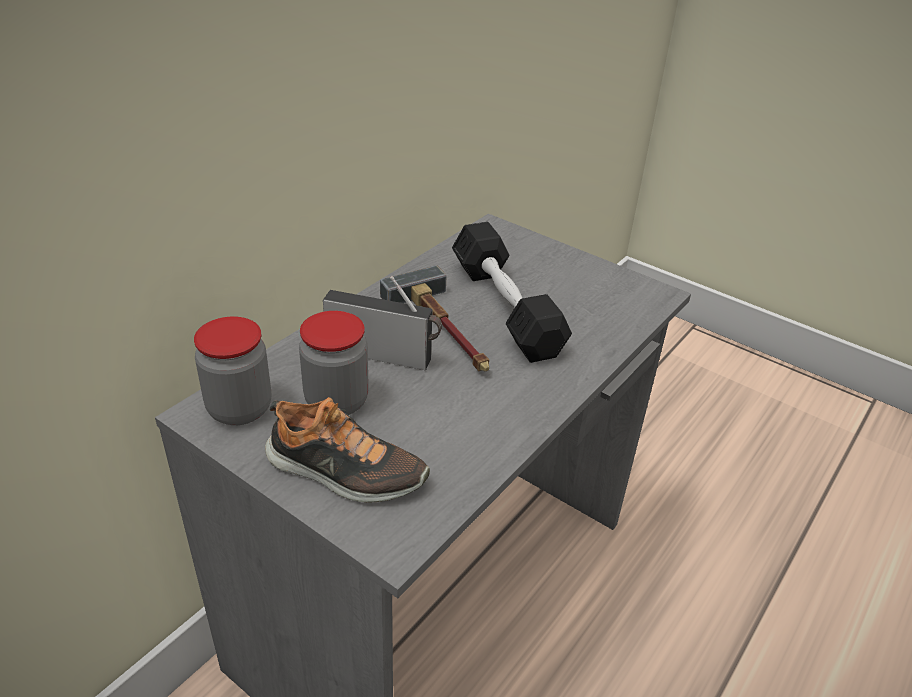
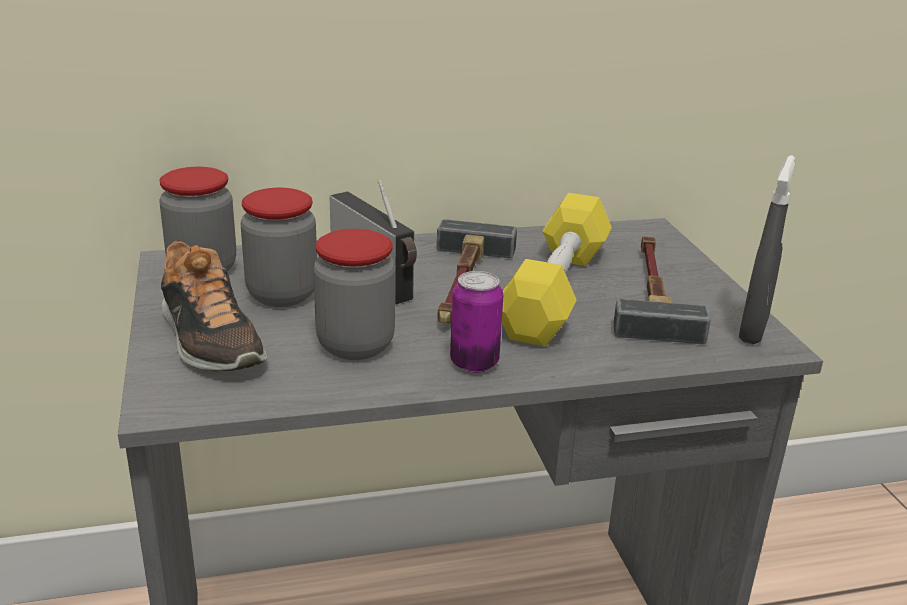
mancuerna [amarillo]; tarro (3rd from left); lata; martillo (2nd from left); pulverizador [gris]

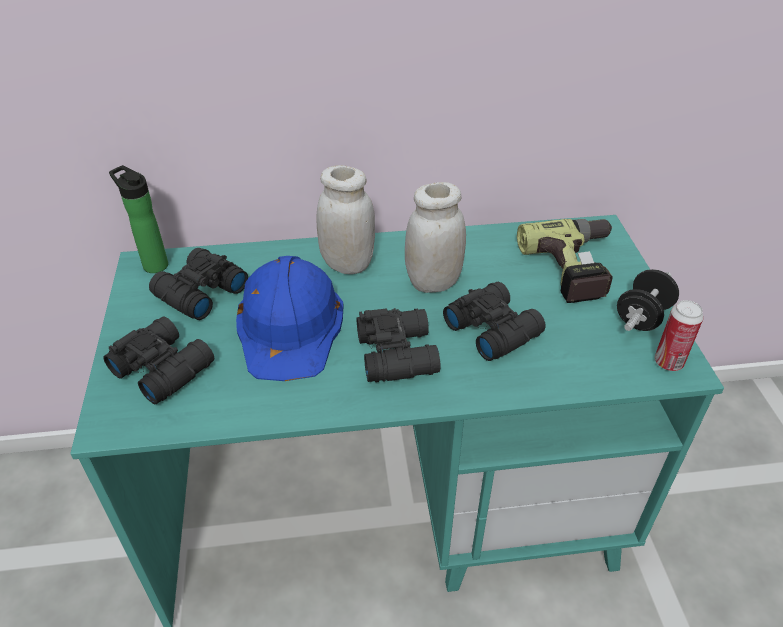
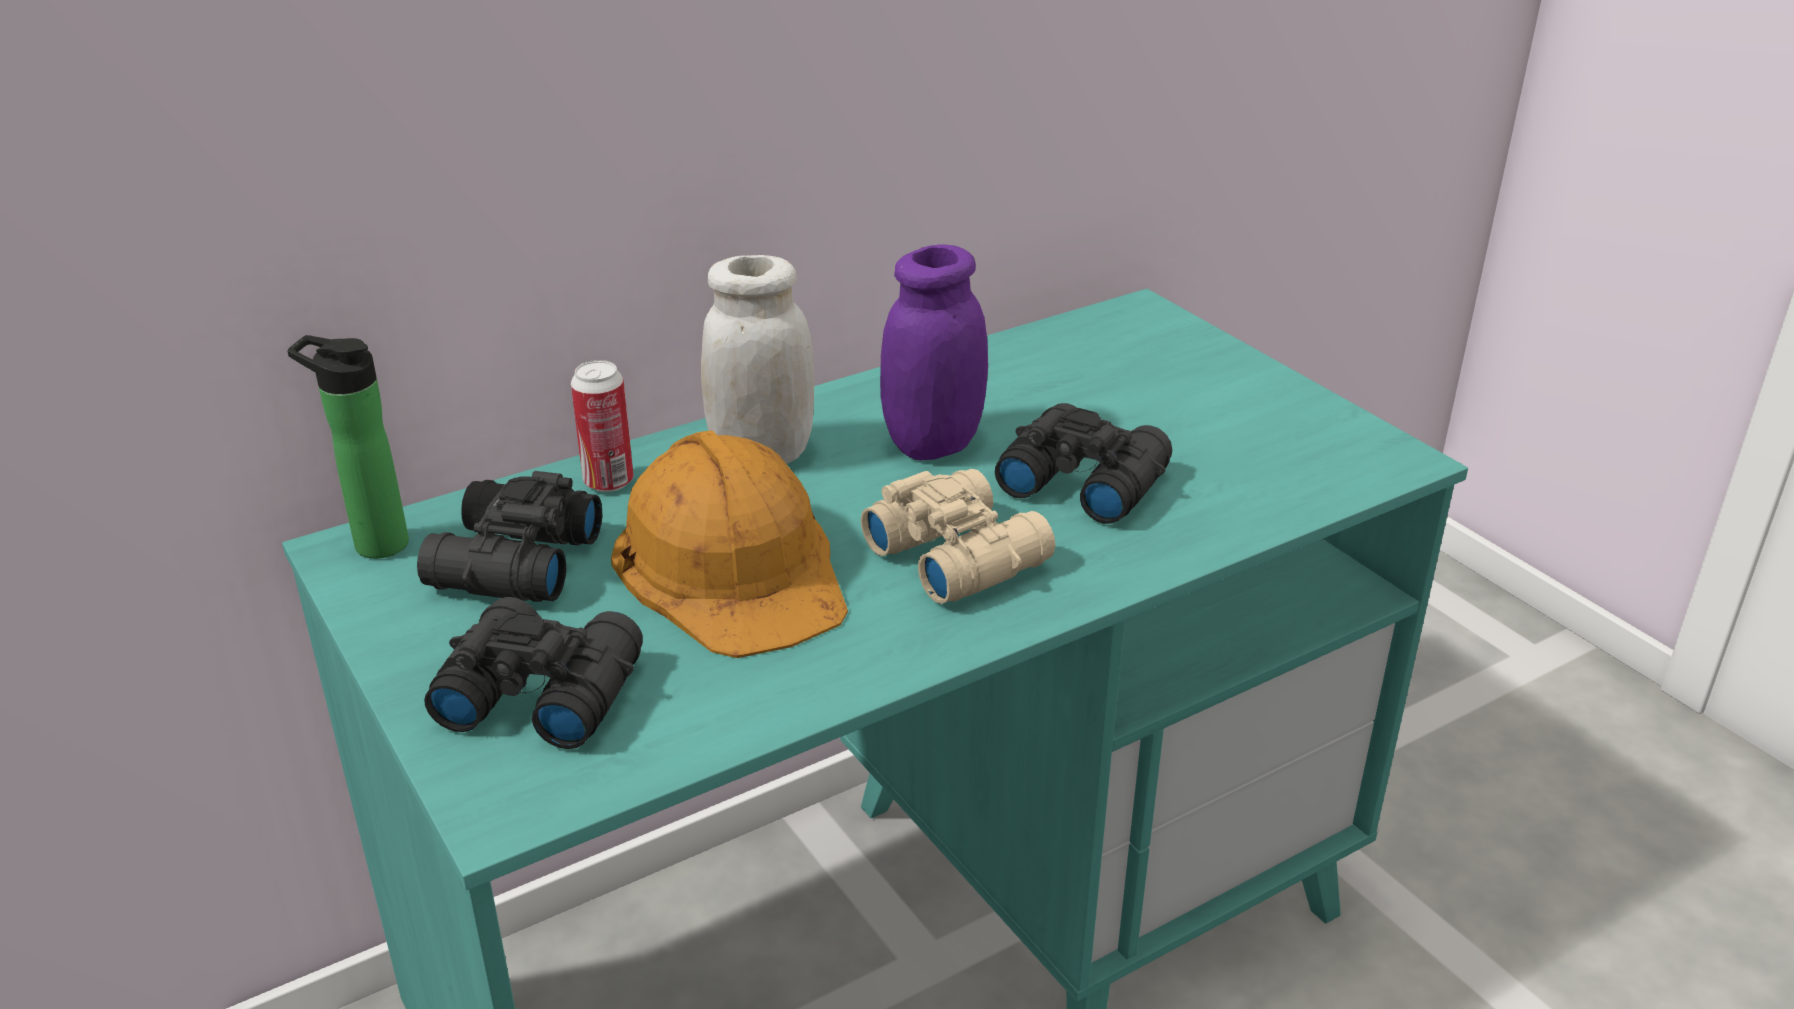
casco [naranja]; prismáticos [beis]; tarro [morado]; taladro; mancuerna [negro]; lata

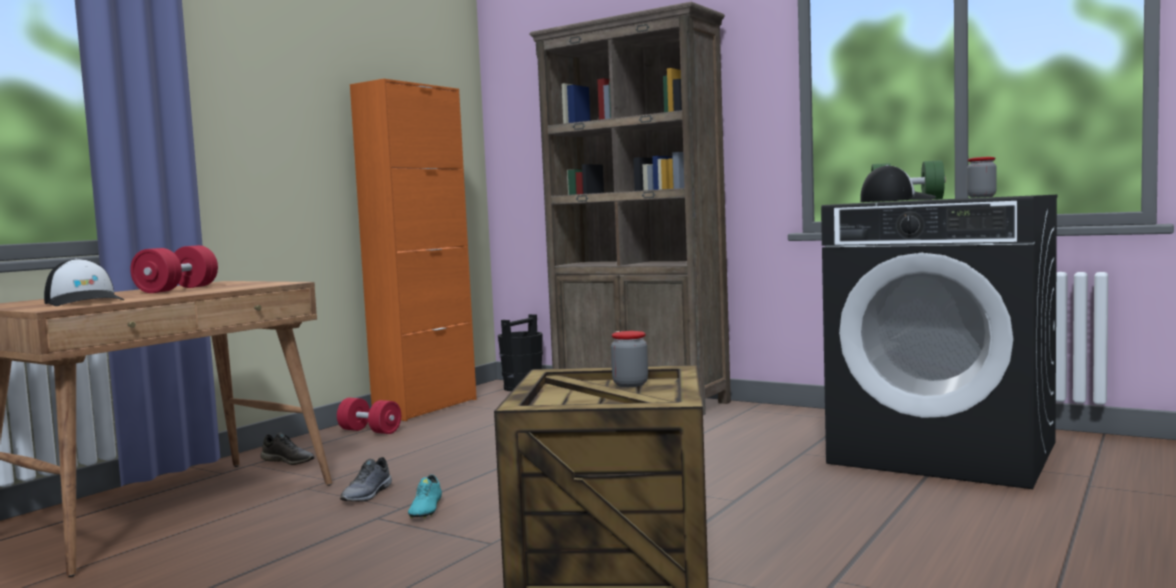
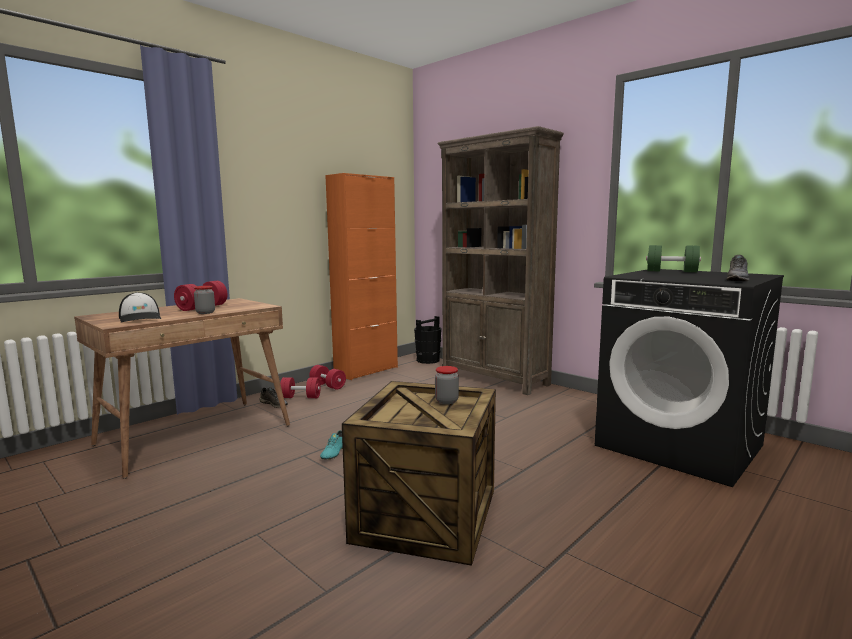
zapato [gris] (2nd from left); gorra (2nd from left in the first image); tarro (1st from left); mancuerna [rojo] (2nd from left)

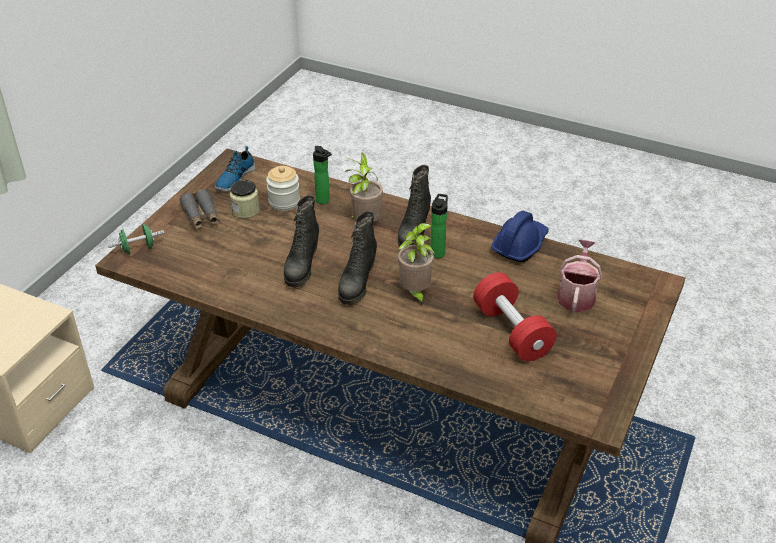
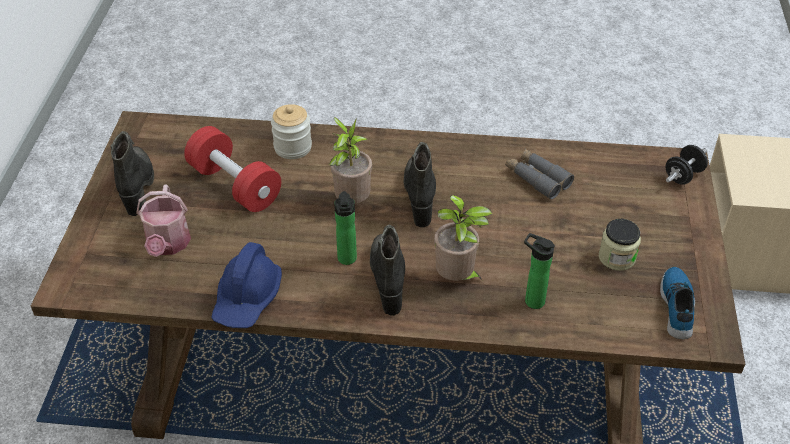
mancuerna [negro]; prismáticos [gris]; tarro (1st from left); bota [negro] (1st from left)

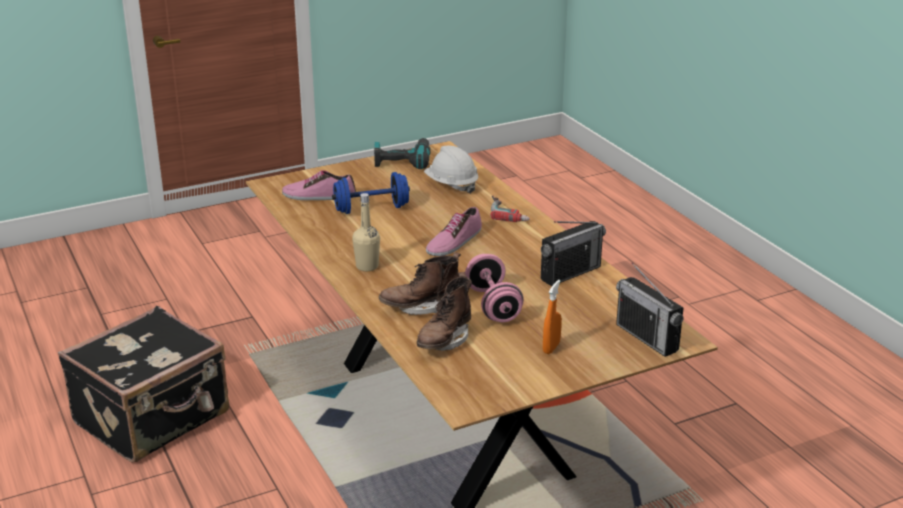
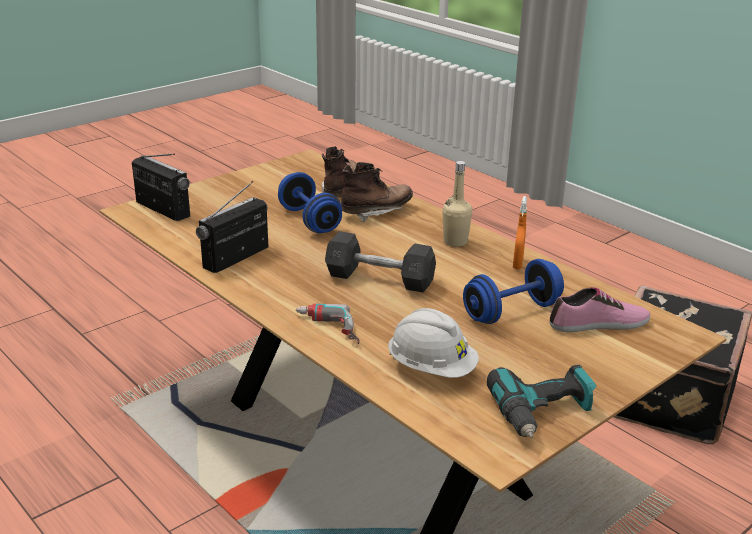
mancuerna [gris]; mancuerna [azul] (1st from left); pulverizador [naranja]

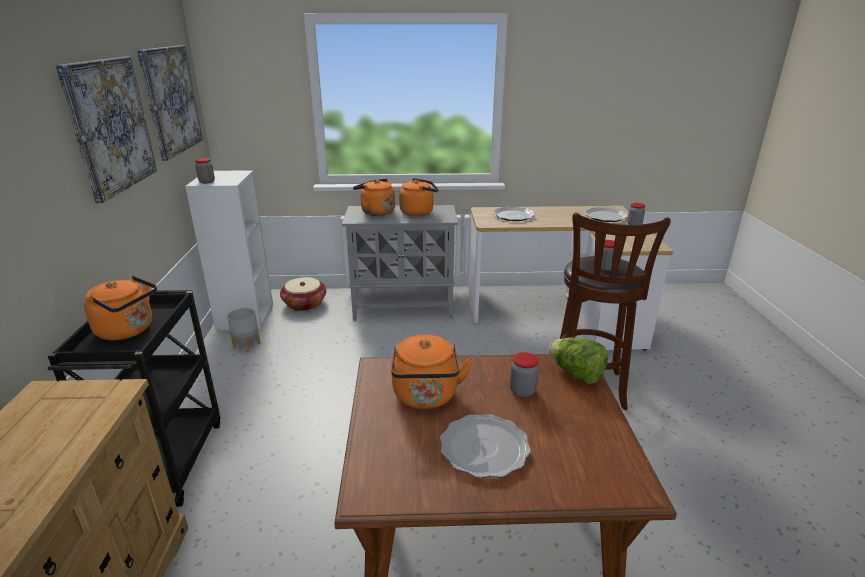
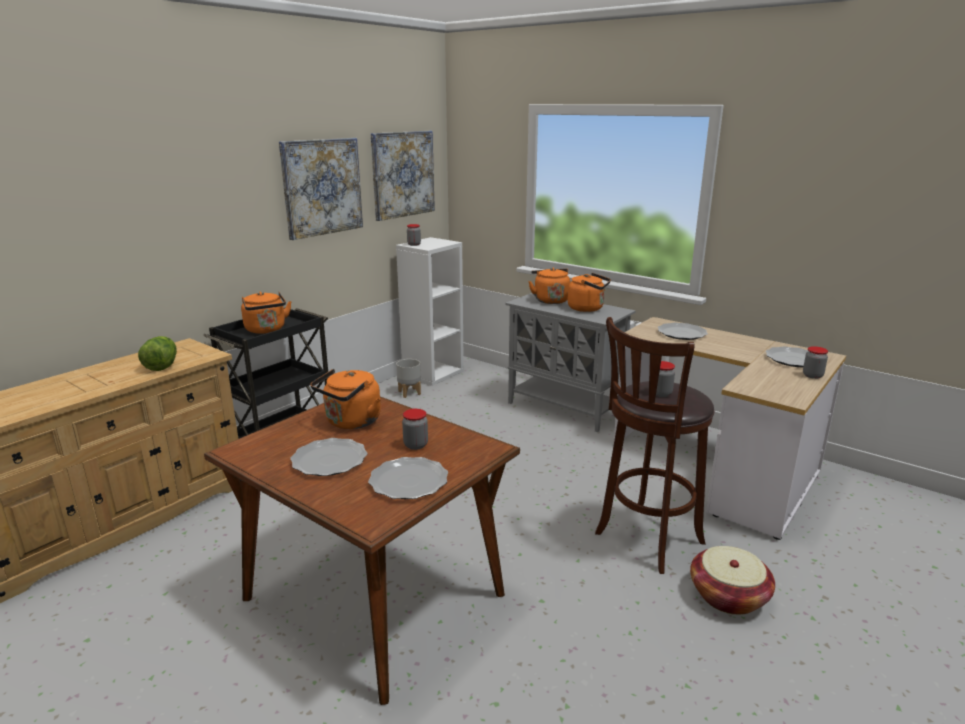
cesta; lechuga; plato (2nd from left)

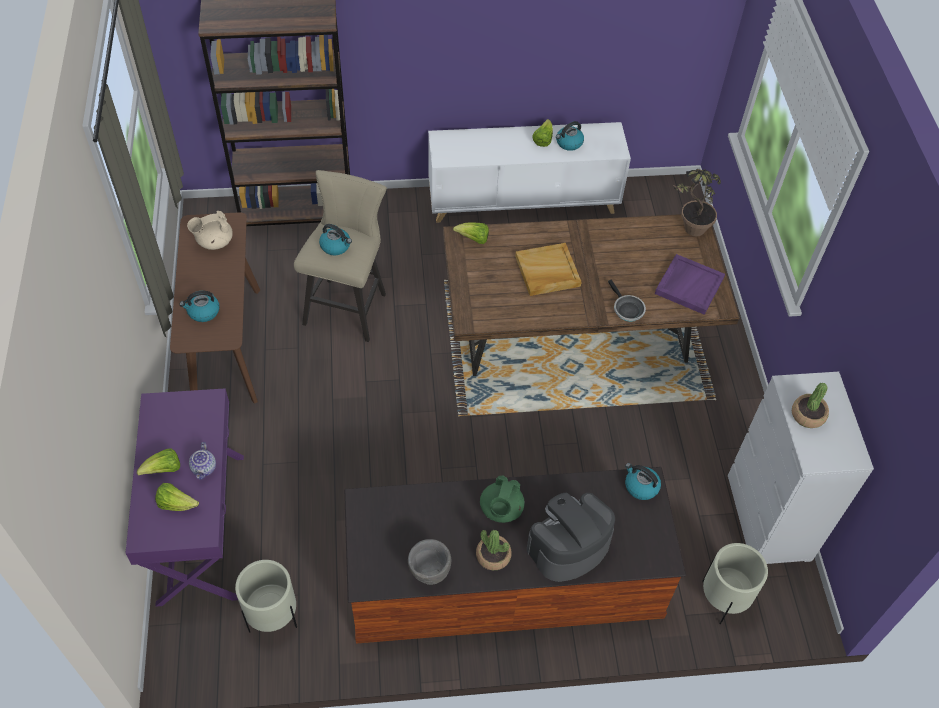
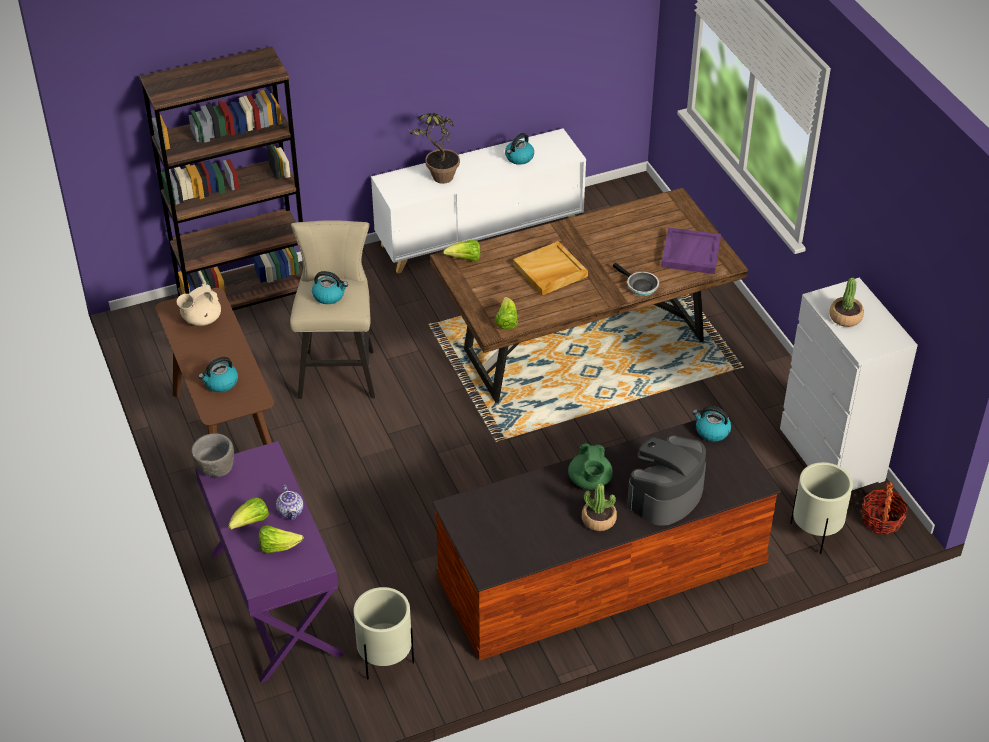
cuenco [gris]; lechuga (4th from left); planta en maceta (1st from left); cesta

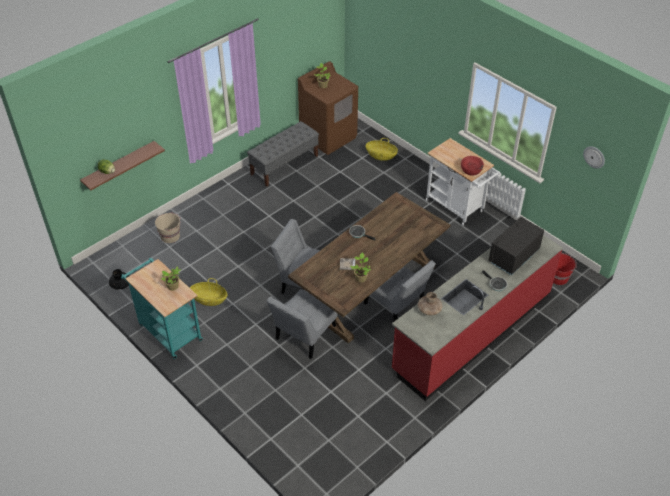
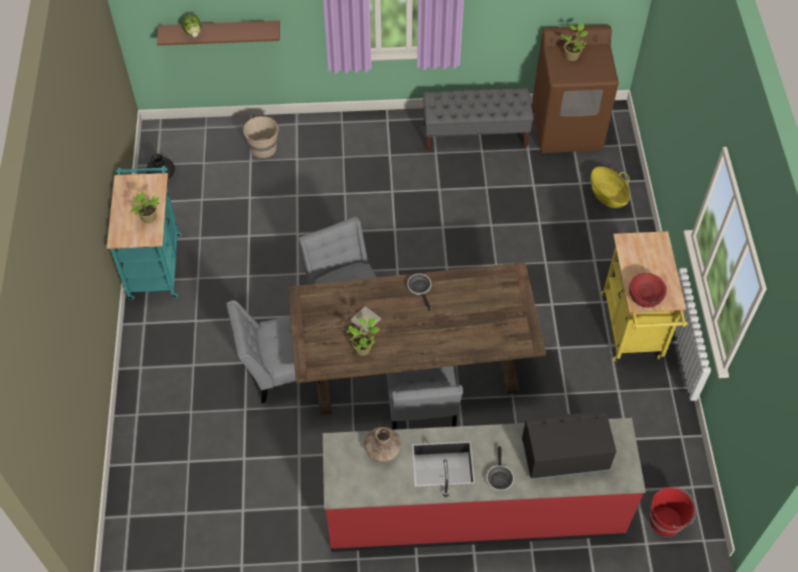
cesta (1st from left in the first image); carrito [amarillo]; reloj de pared

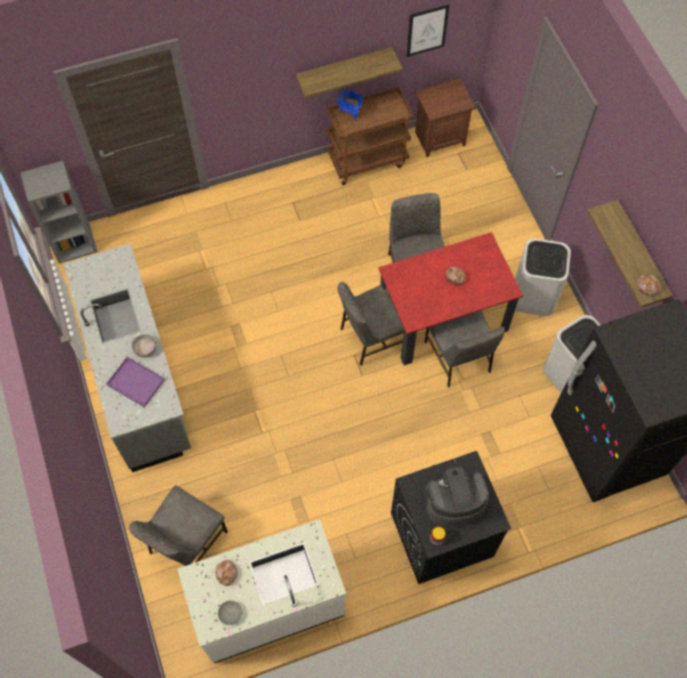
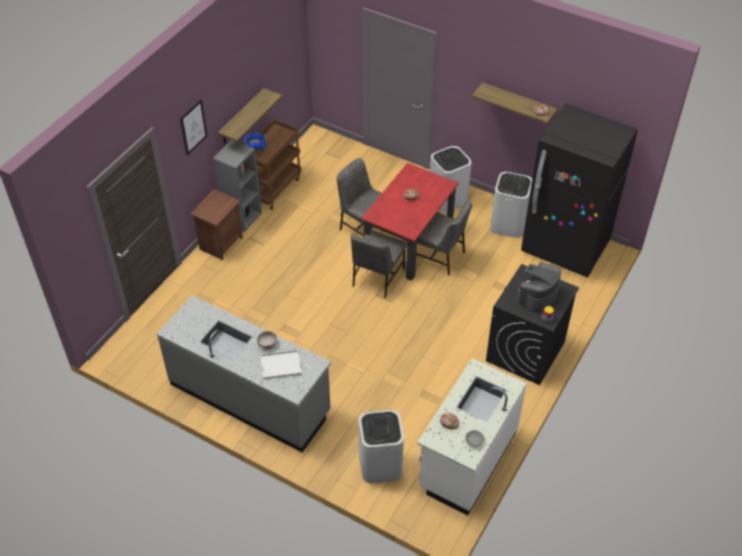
estantería [gris]; bandeja [blanco]; papelera [blanco] (1st from left); cuadro; mesita de noche [marrón]

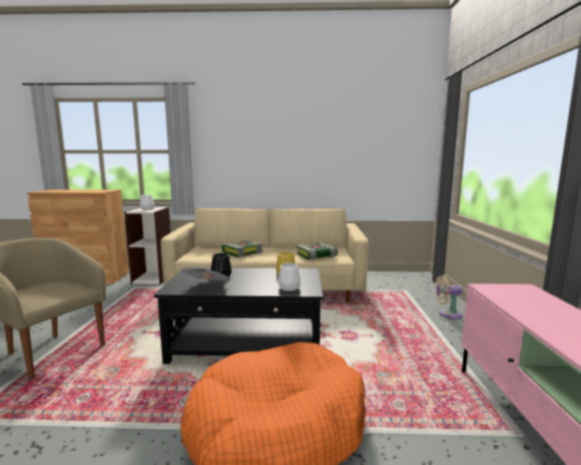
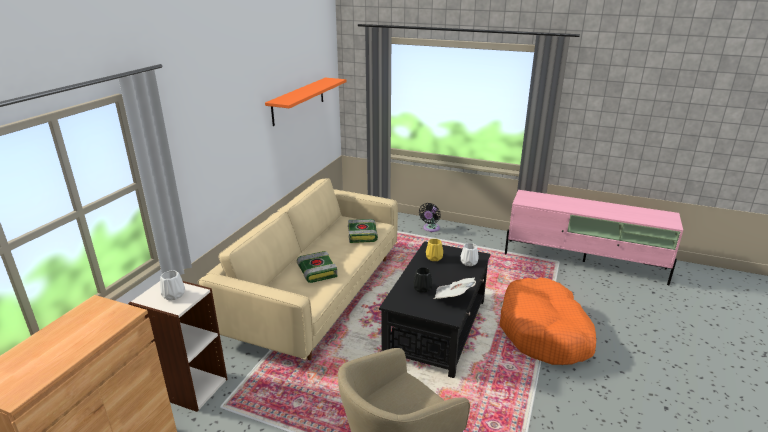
ventilador [negro]; estante [naranja]

